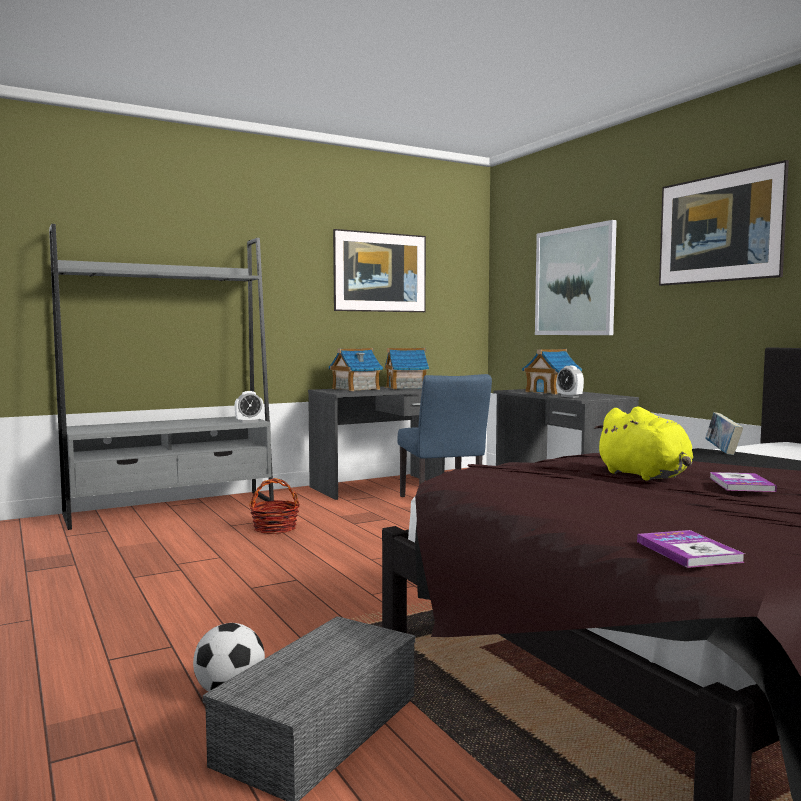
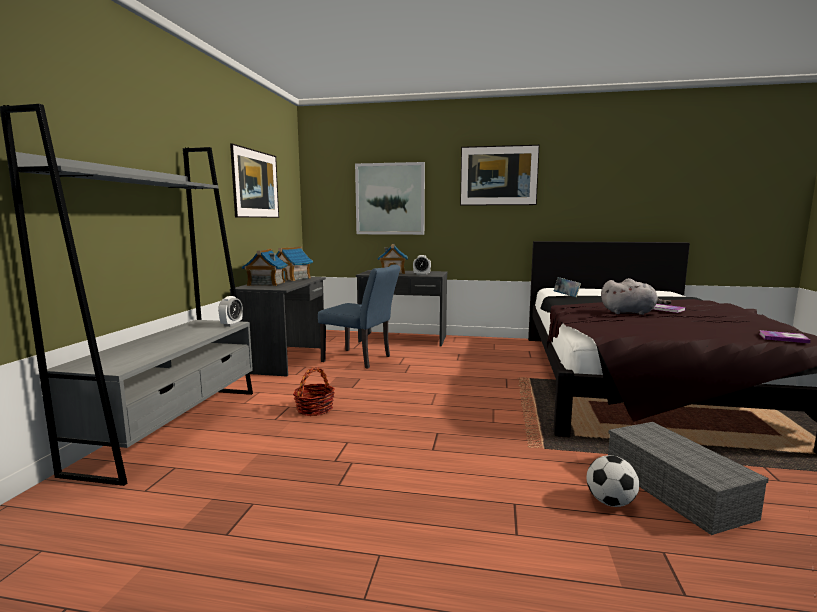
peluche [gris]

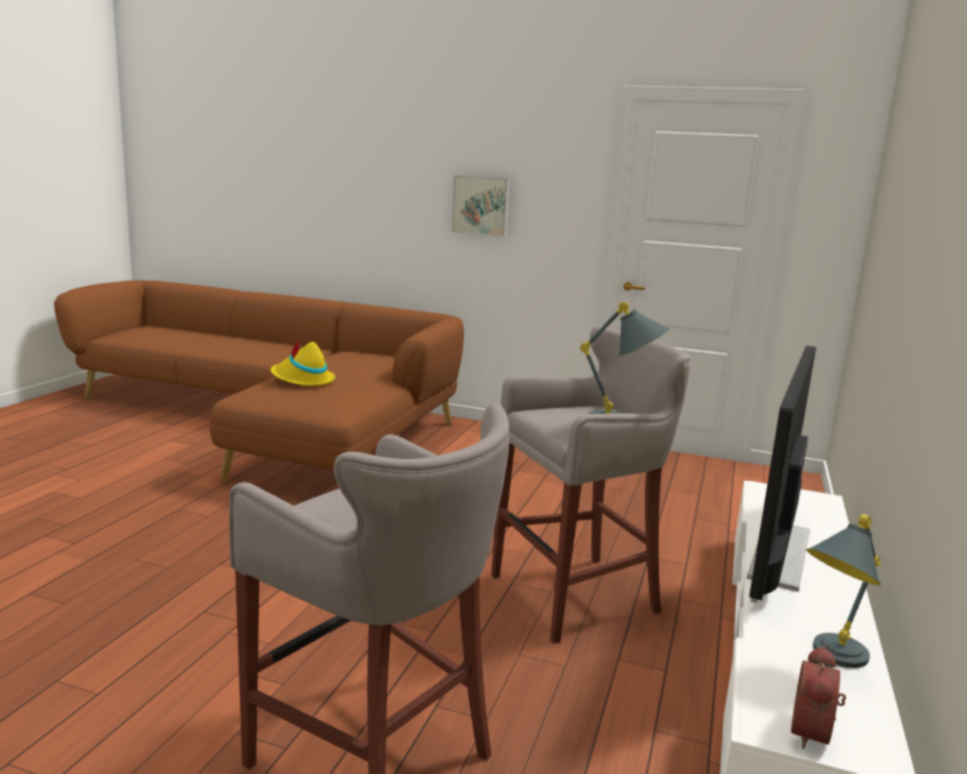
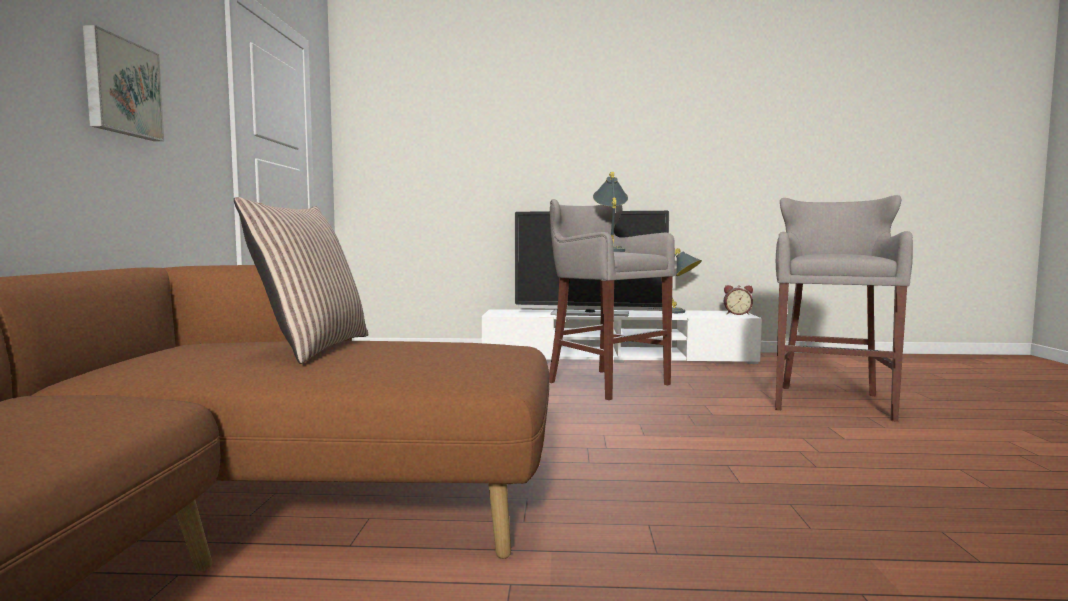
sombrero [amarillo]; cojín

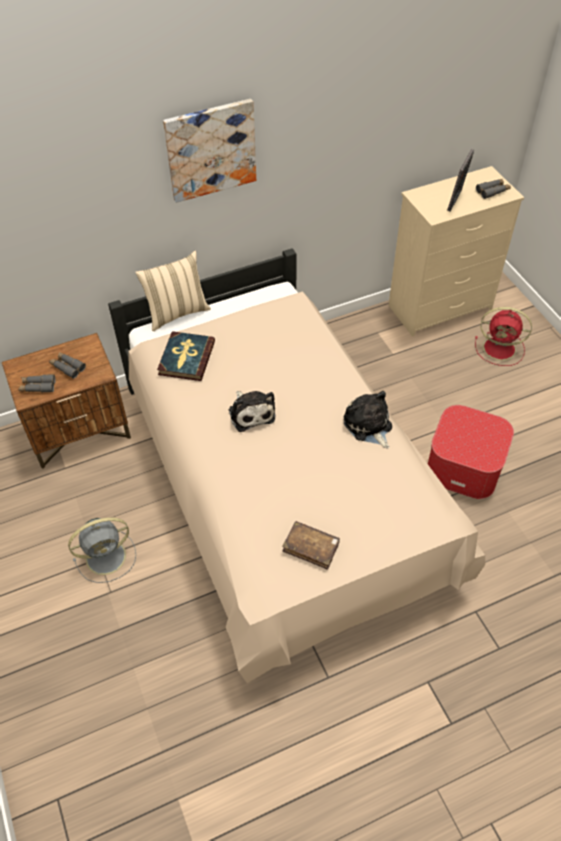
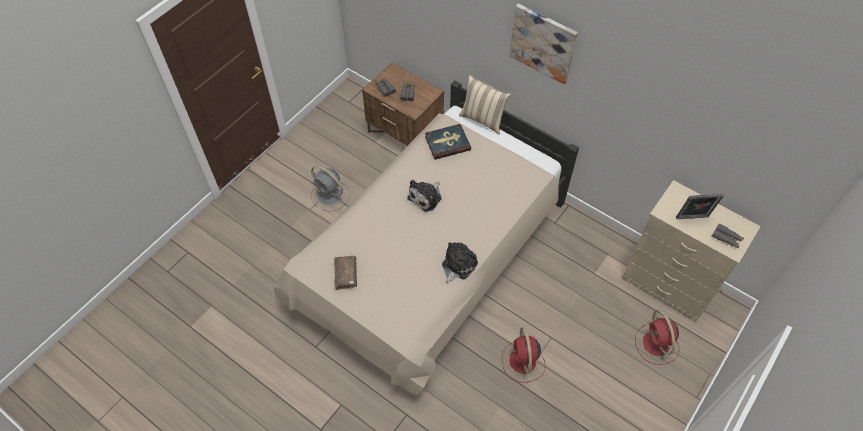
ventilador [rojo] (1st from left)

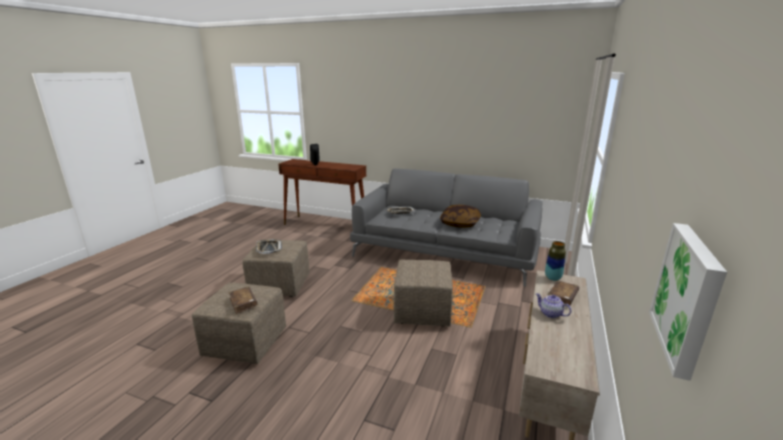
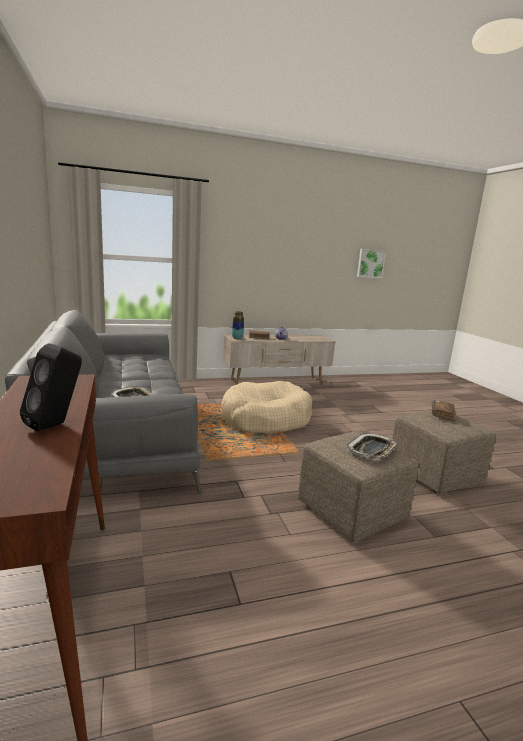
cama para perro [beis]; cojín

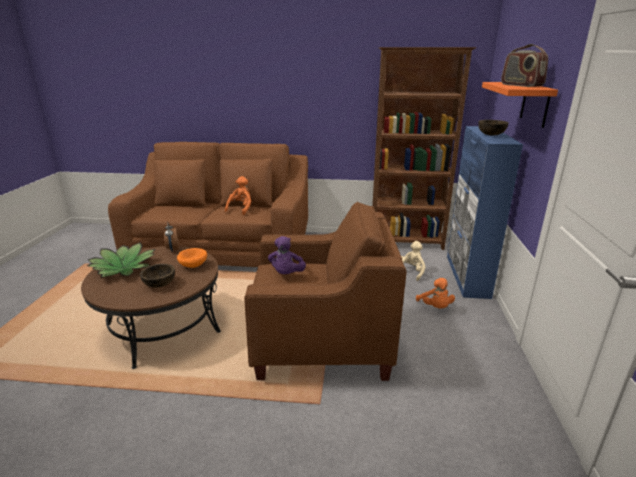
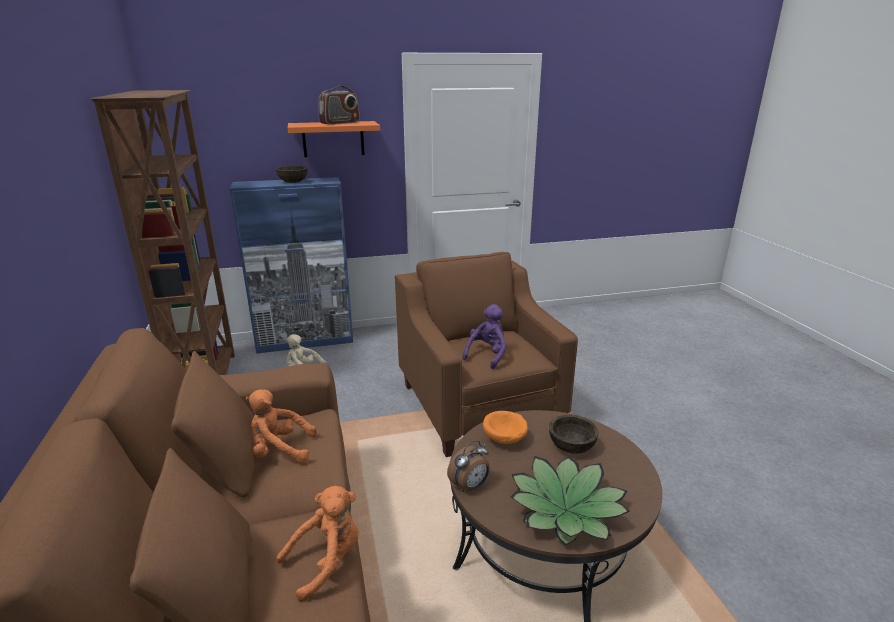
peluche [morado]; peluche [naranja] (2nd from left)

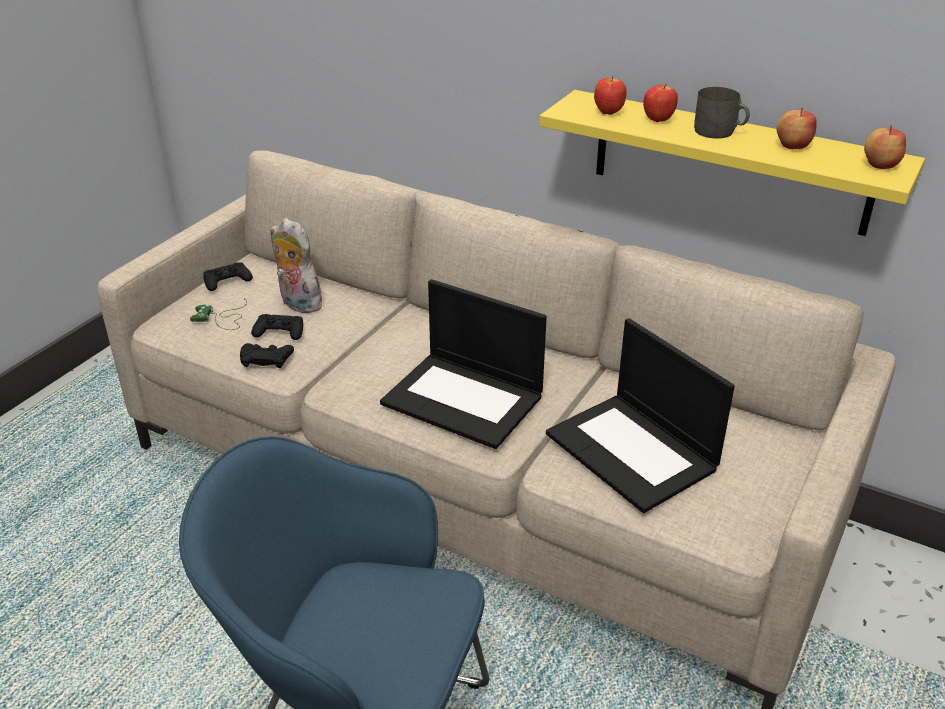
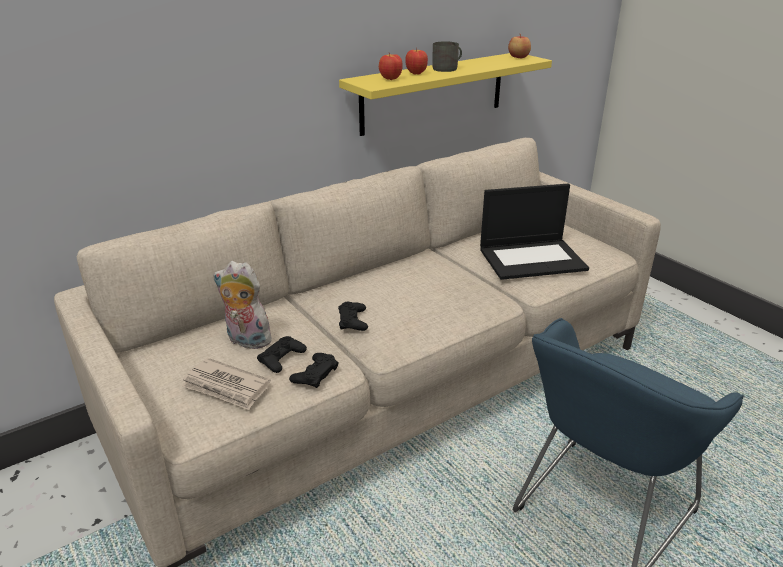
periódico; mando de consola [negro] (3rd from left); peluche; portátil (1st from left in the first image); manzana (3rd from left in the first image)

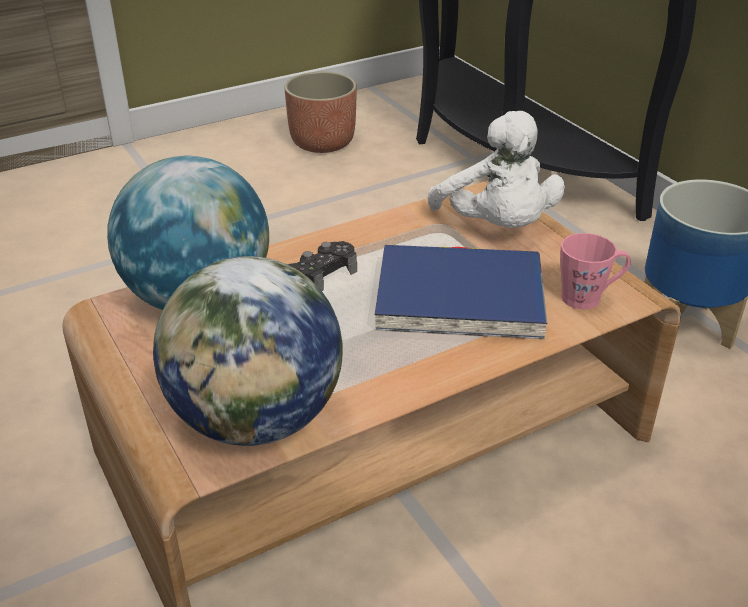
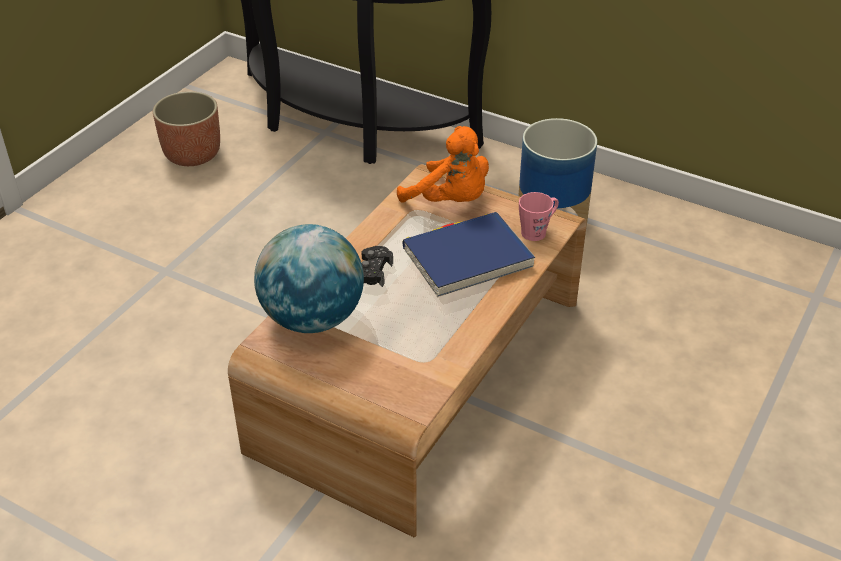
globo terráqueo (2nd from left in the first image); peluche [naranja]

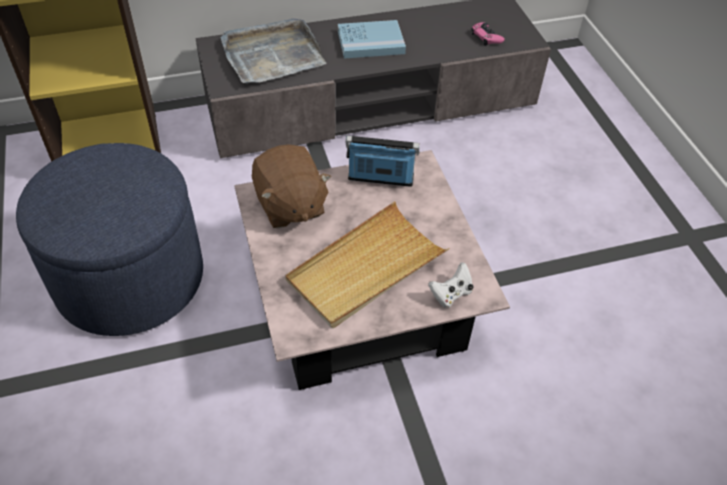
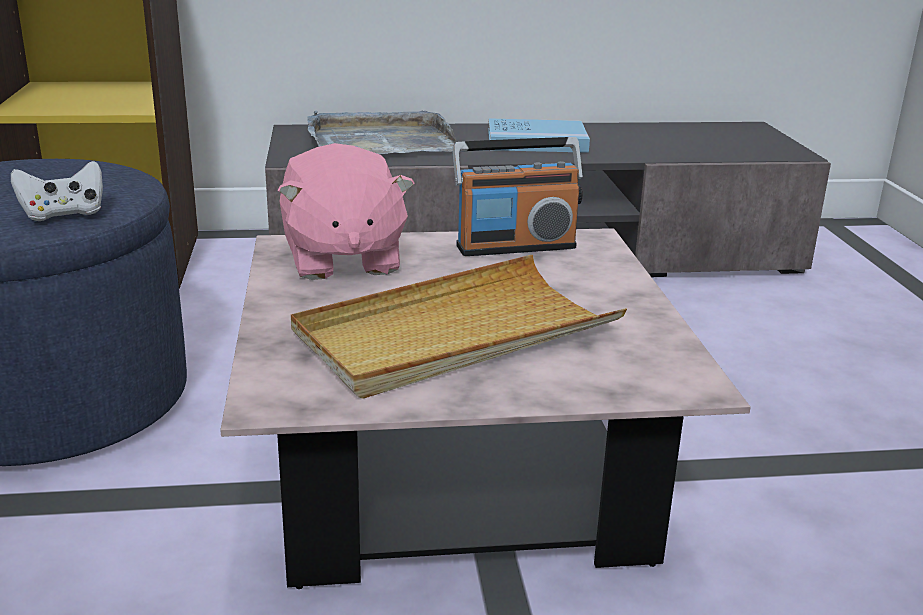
peluche [rosa]; radio; mando de consola [blanco]; mando de consola [rosa]

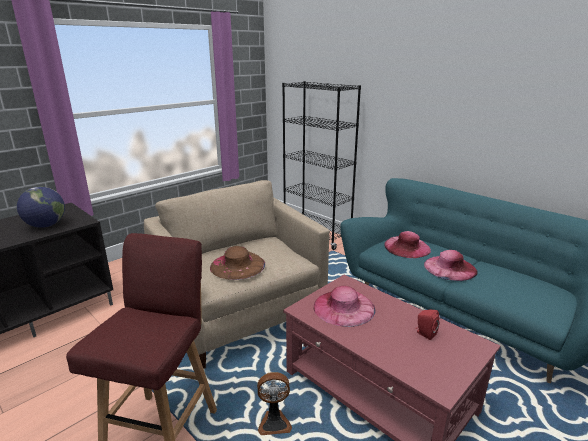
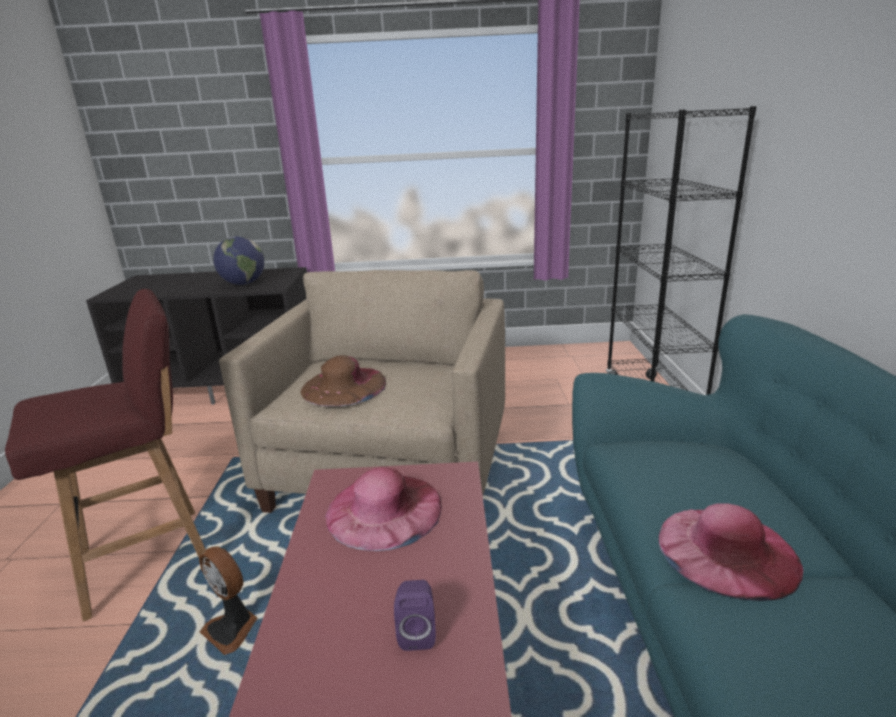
sombrero [rosa] (2nd from left in the first image); altavoz [morado]

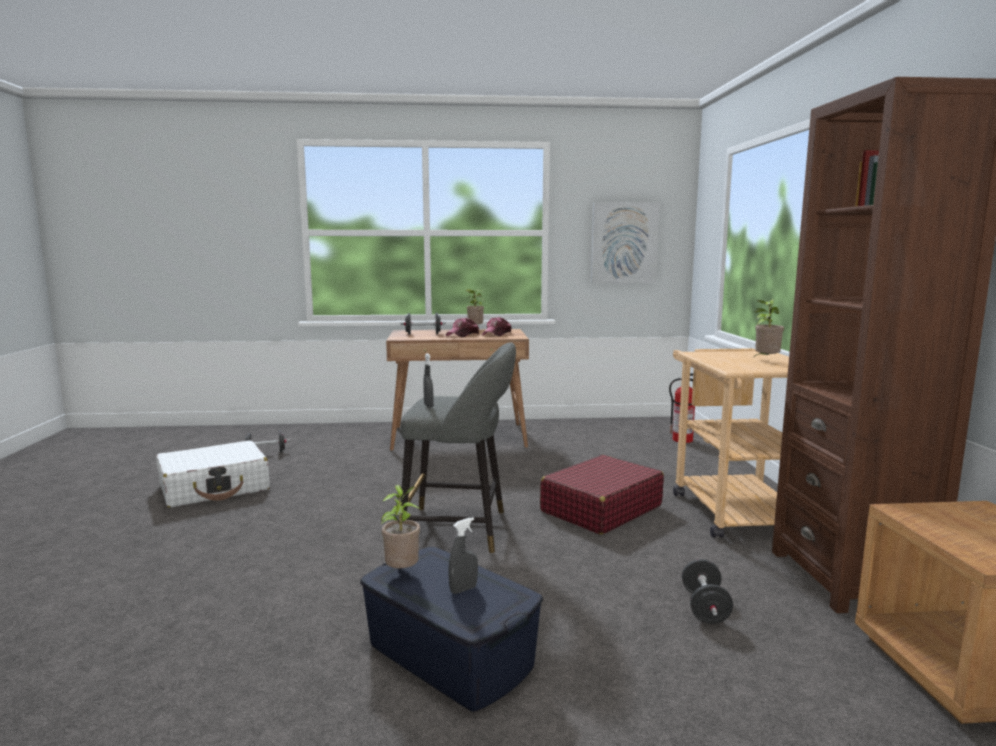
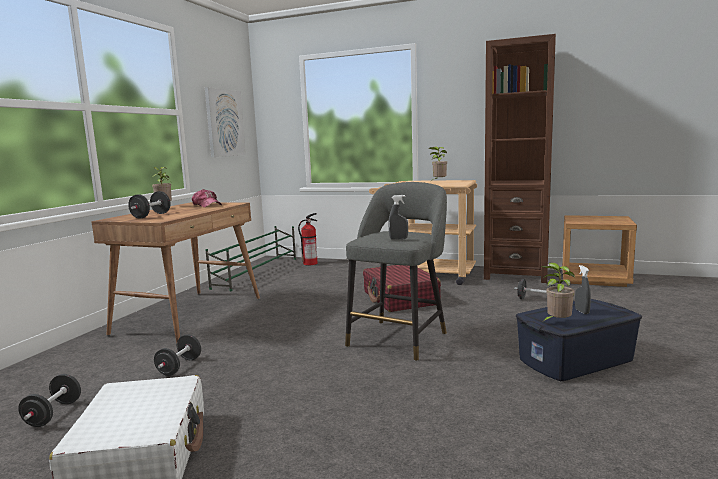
gorra (1st from left in the first image); mancuerna [negro] (3rd from left); zapatero [verde]

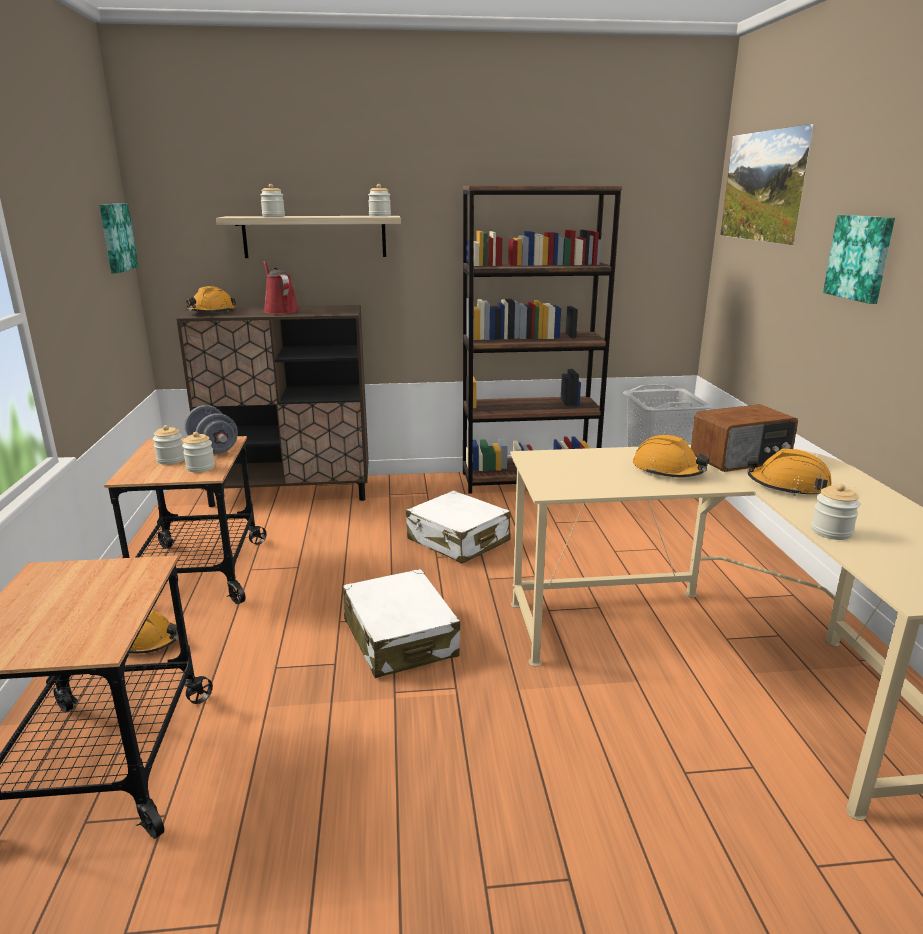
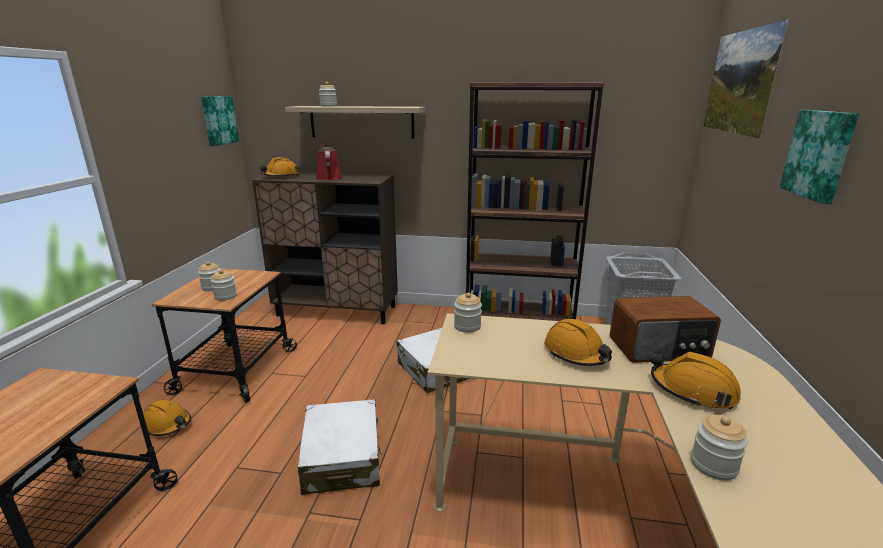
mancuerna [gris]; tarro (4th from left)

